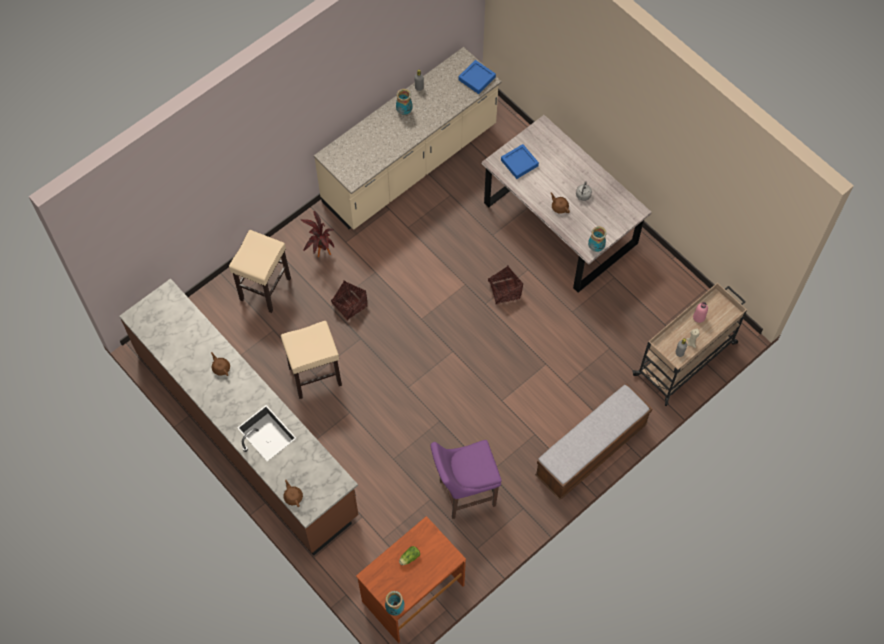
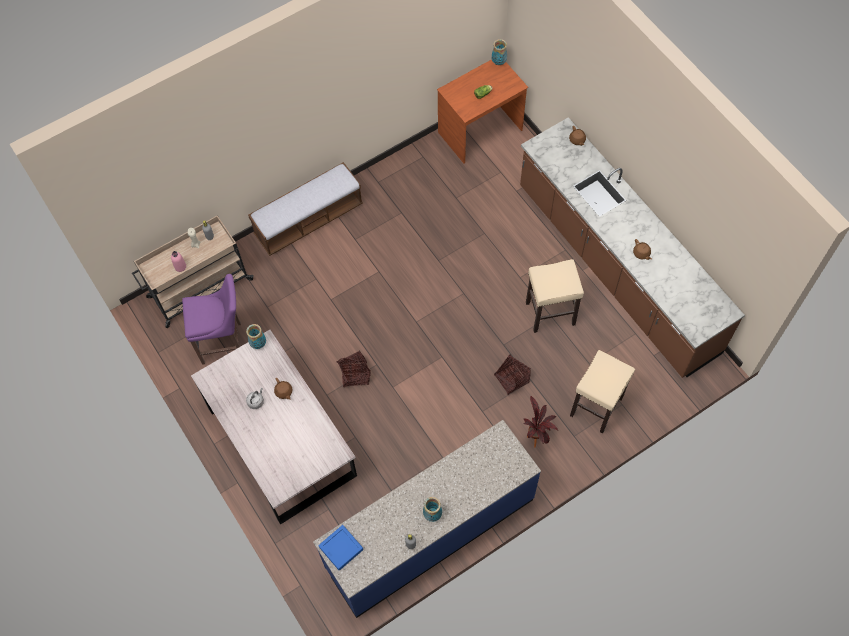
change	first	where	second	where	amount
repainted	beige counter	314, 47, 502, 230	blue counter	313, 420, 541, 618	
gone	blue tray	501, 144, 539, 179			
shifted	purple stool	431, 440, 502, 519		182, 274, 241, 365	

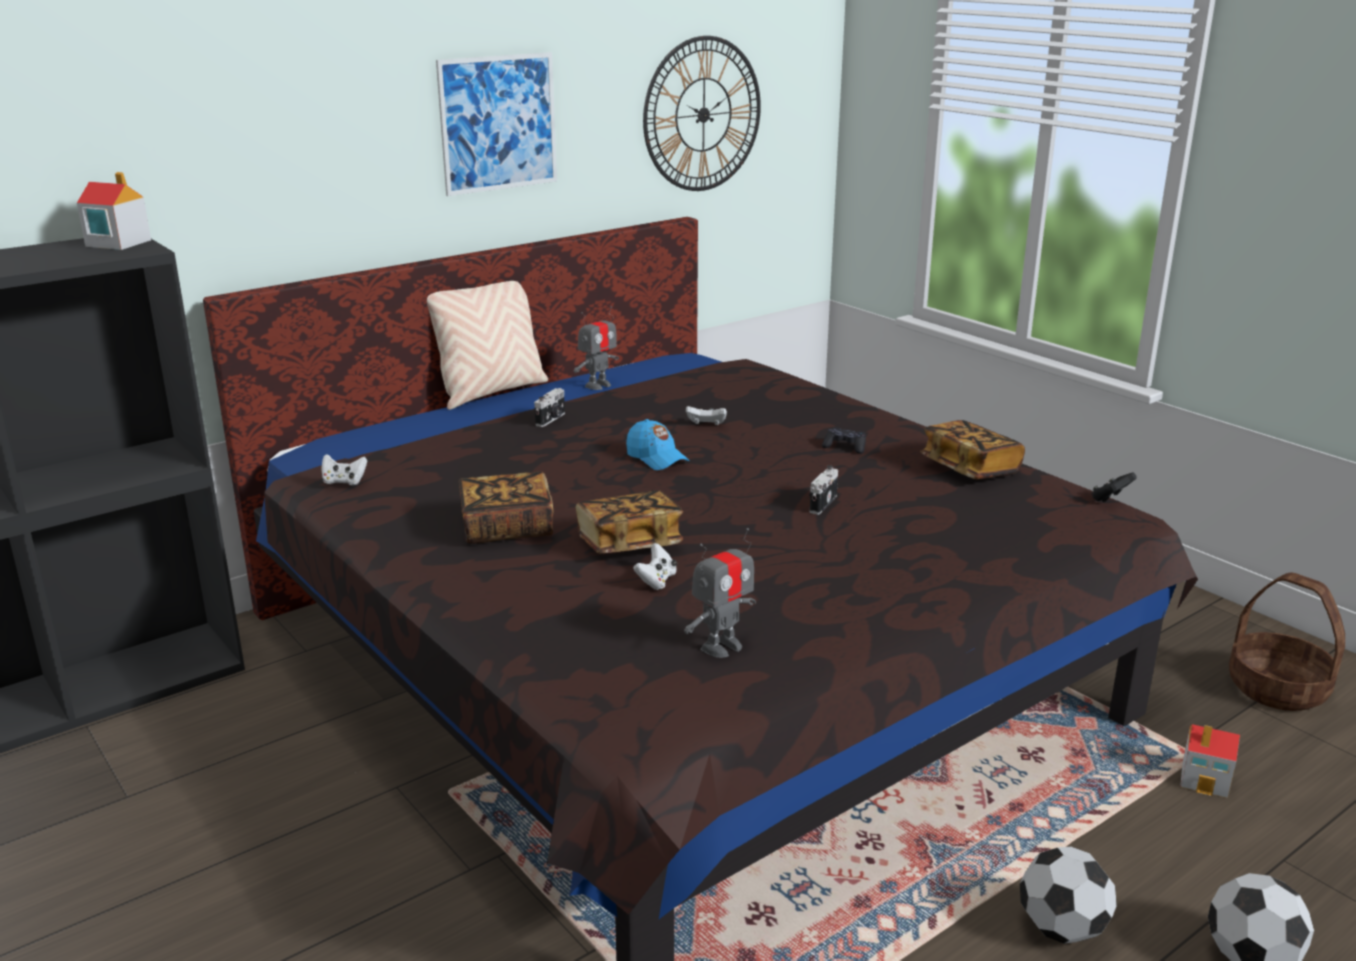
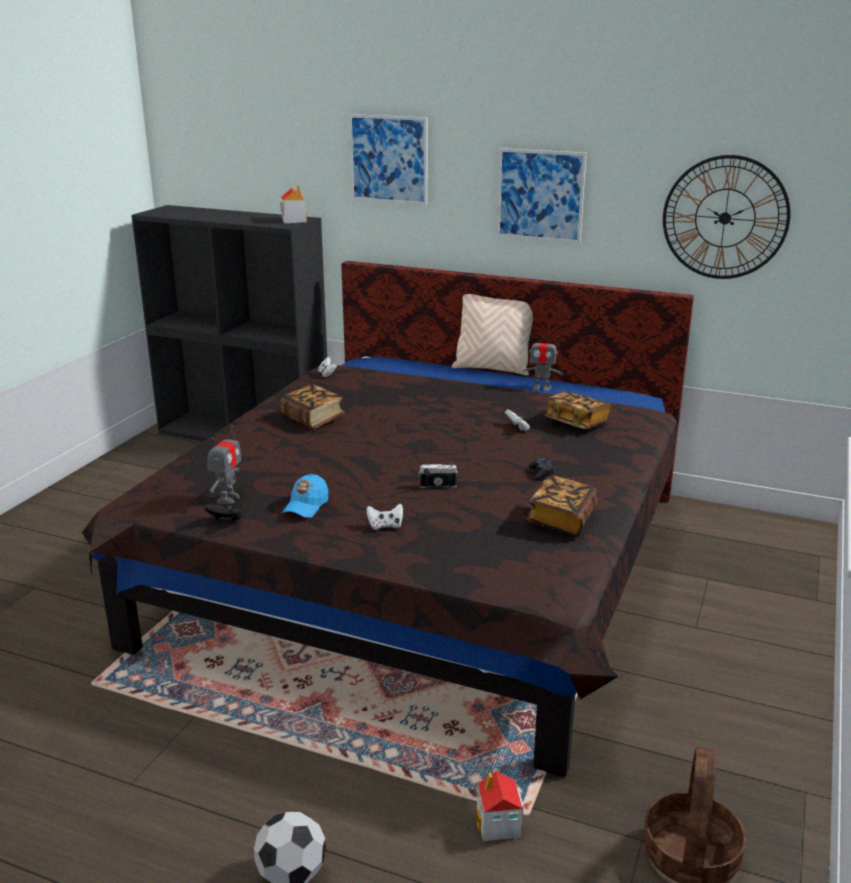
change	first	where	second	where	amount
gone	photo camera	534, 388, 565, 427			
shifted	blue cap	626, 419, 690, 470		282, 474, 328, 518	
shifted	black game controller	1092, 472, 1137, 502		204, 504, 242, 522	
shifted	book	576, 490, 683, 553		544, 391, 611, 430	
rotated	toy robot	684, 528, 756, 658		207, 426, 241, 504	90 degrees counterclockwise
shifted	white game controller	633, 543, 677, 590		366, 504, 403, 530	
gone	football	1020, 847, 1117, 944			
new			picture	349, 114, 427, 205	

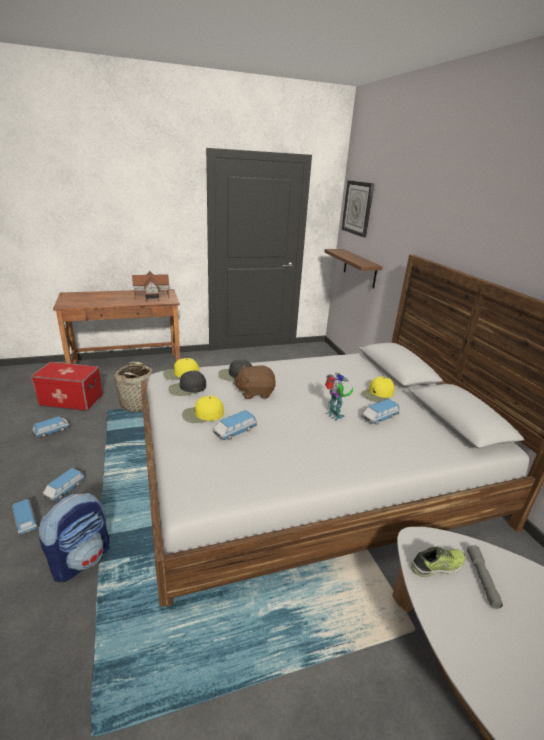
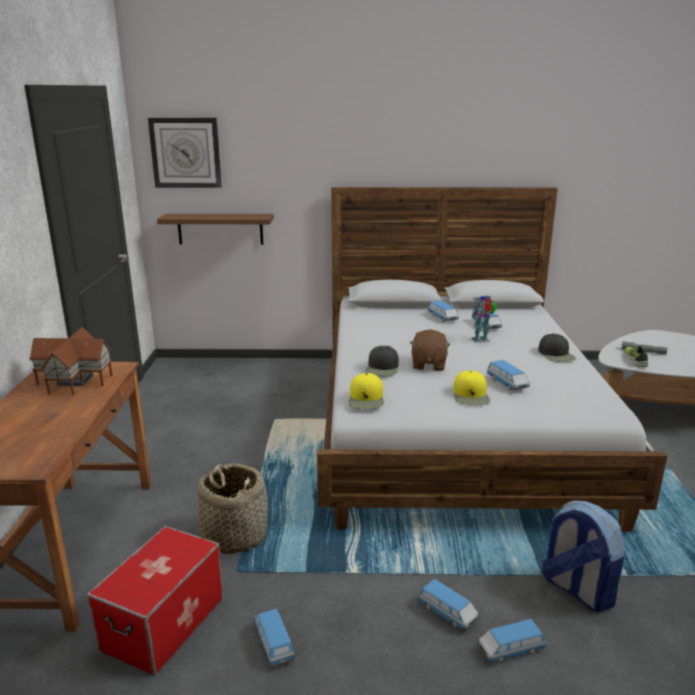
change	first	where	second	where	amount
shifted	black cap	168, 370, 206, 396		538, 333, 576, 362	
swapped	yellow cap	361, 377, 394, 402	toy car	428, 300, 459, 322	

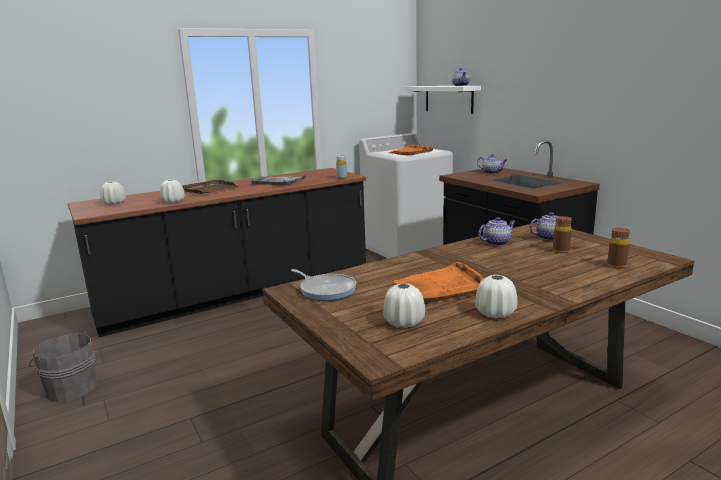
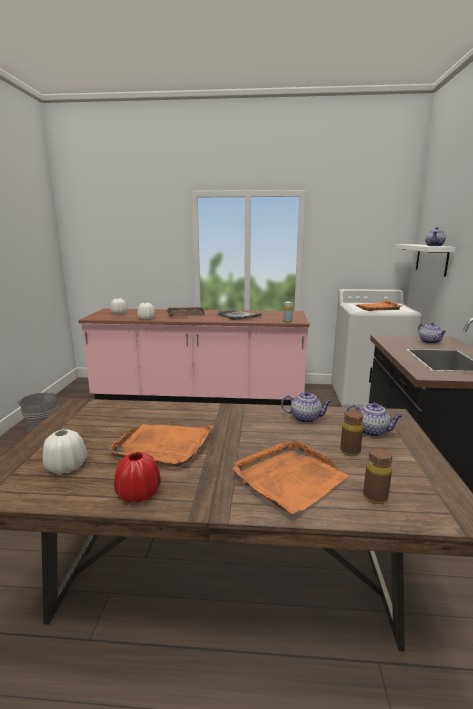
change	first	where	second	where	amount
repainted	black counter	68, 168, 366, 337	pink counter	78, 309, 309, 405	
gone	frying pan	291, 269, 356, 301			
repainted	white vase	475, 275, 518, 319	red vase	114, 452, 161, 503	
new			orange tray	233, 440, 349, 515	

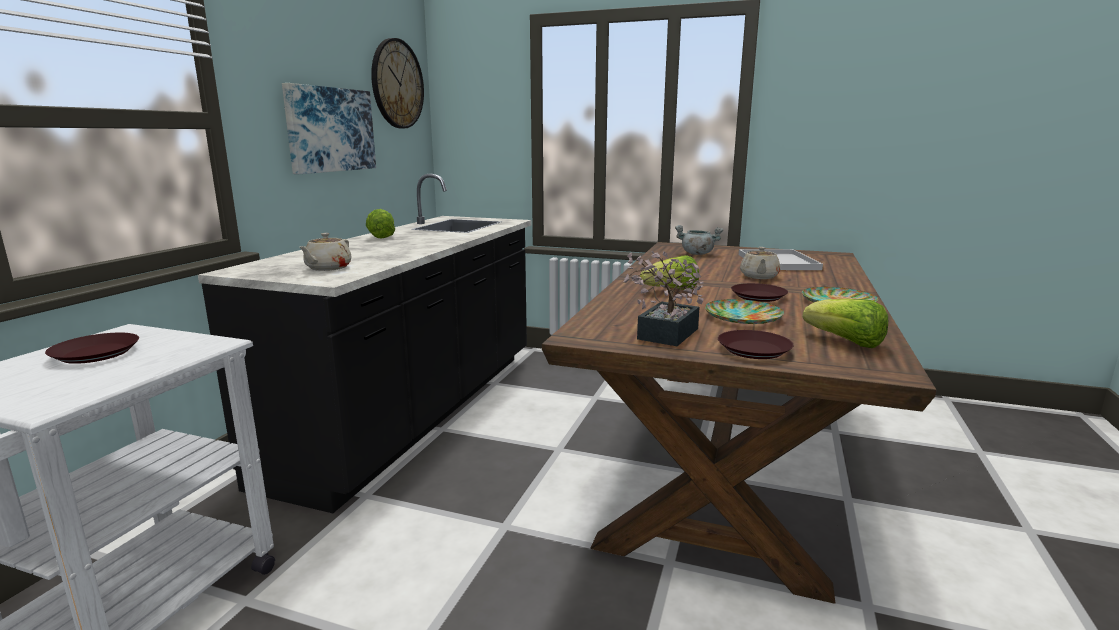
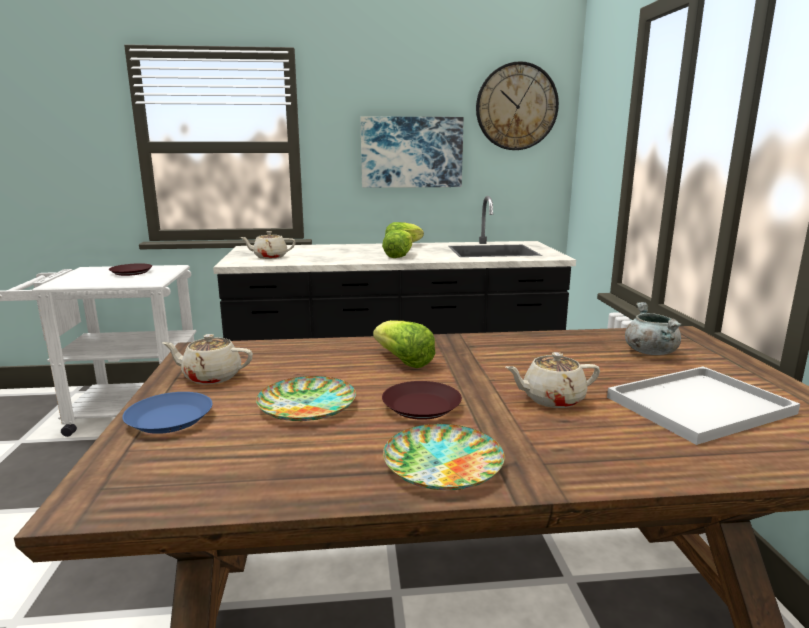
change	first	where	second	where	amount
swapped	potted plant	623, 251, 703, 346	beige teapot	163, 334, 253, 385	
shifted	lettuce	803, 299, 888, 348		382, 230, 413, 258	
repainted	brown plate	718, 330, 793, 359	blue plate	122, 392, 212, 434	

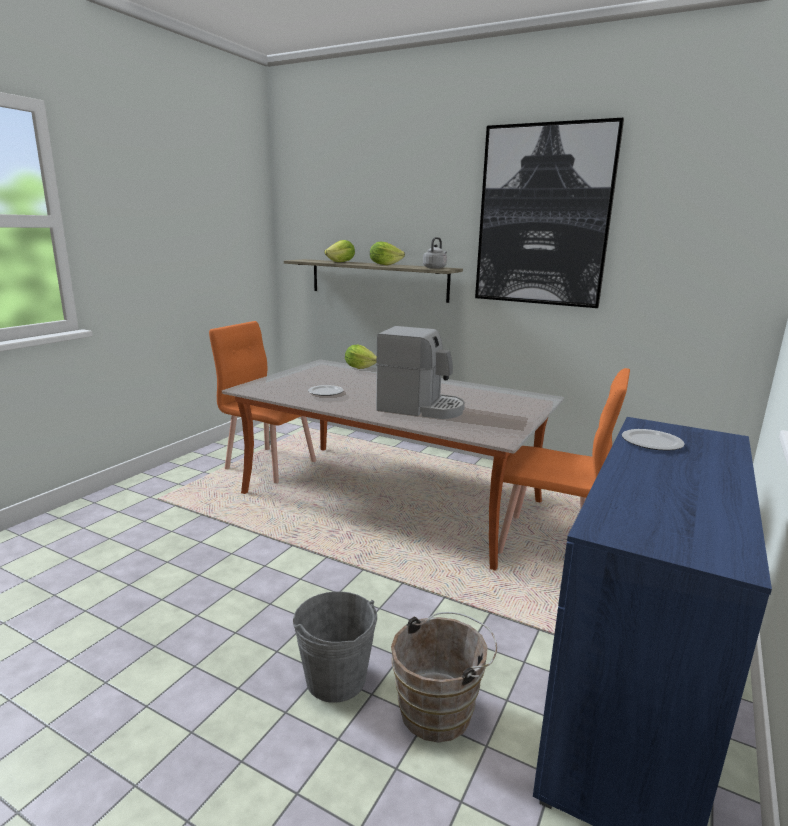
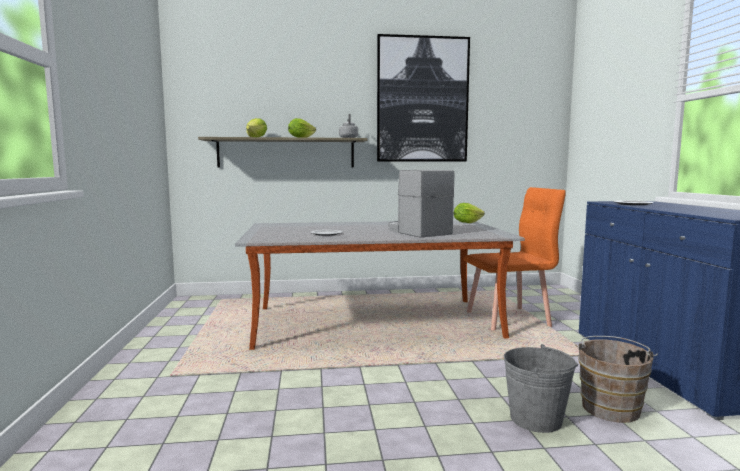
change	first	where	second	where	amount
gone	orange chair	209, 321, 316, 483			
rotated	coffee machine	376, 326, 465, 419		388, 170, 454, 237	105 degrees counterclockwise
shifted	lettuce	345, 345, 377, 369		454, 203, 485, 223	

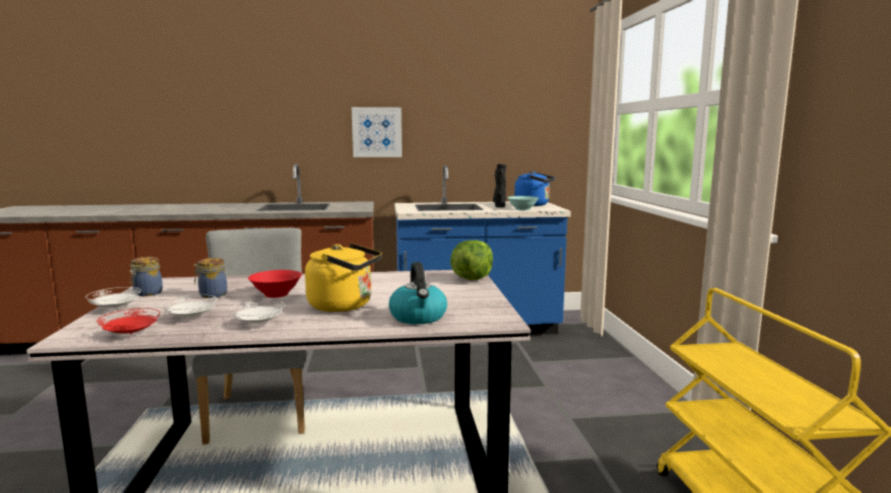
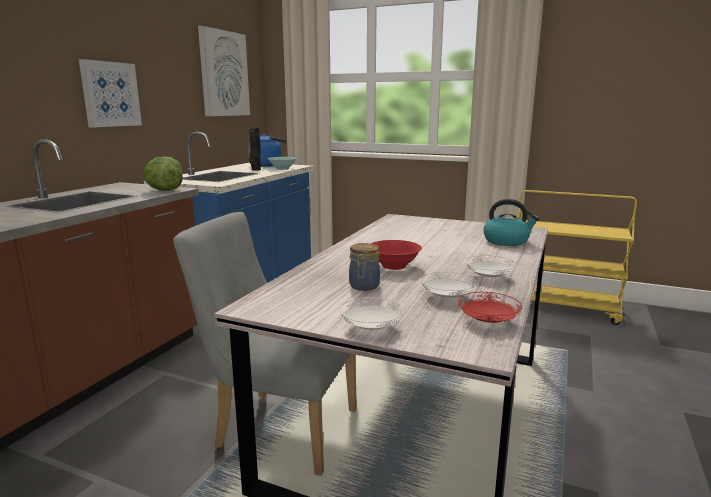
change	first	where	second	where	amount
shifted	lettuce	450, 240, 493, 280		143, 156, 183, 191	
gone	yellow kettle	305, 243, 382, 312			
gone	jar	129, 257, 163, 296			
new			picture	198, 26, 250, 116	

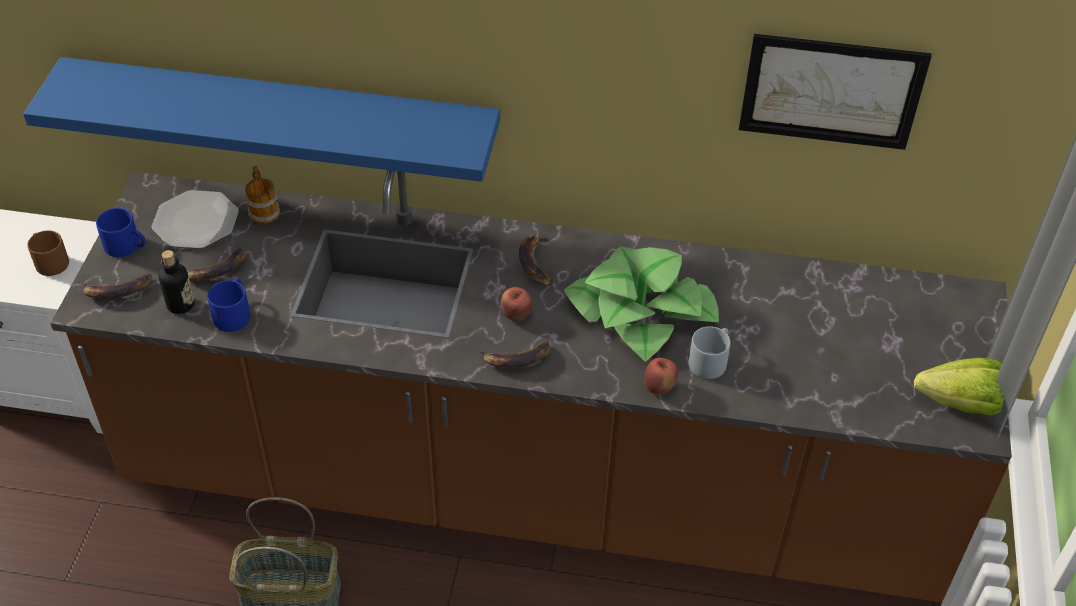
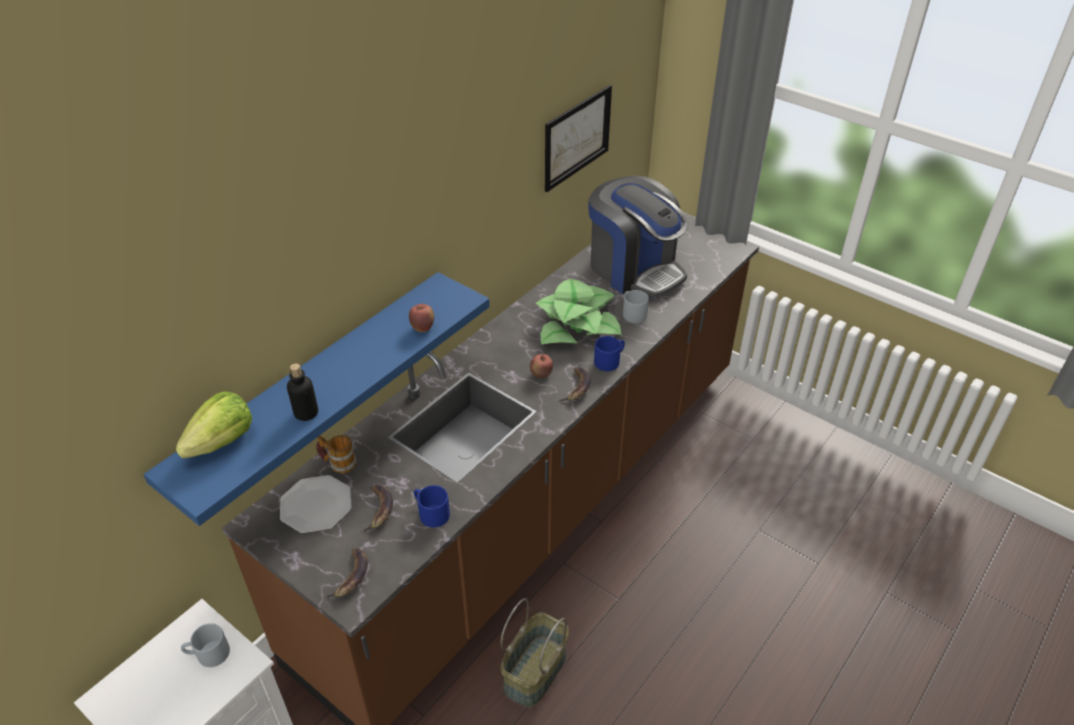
change	first	where	second	where	amount
shifted	blue mug	96, 208, 146, 257		594, 336, 625, 371	
repainted	brown mug	27, 230, 69, 276	grey mug	181, 623, 230, 667	
gone	banana	519, 235, 553, 286			
shifted	bottle	158, 250, 194, 314		287, 363, 318, 421	
shifted	apple	644, 358, 678, 394		409, 304, 434, 332	
shifted	lettuce	914, 358, 1003, 415		176, 391, 252, 458	
new			coffee machine	589, 176, 689, 298	

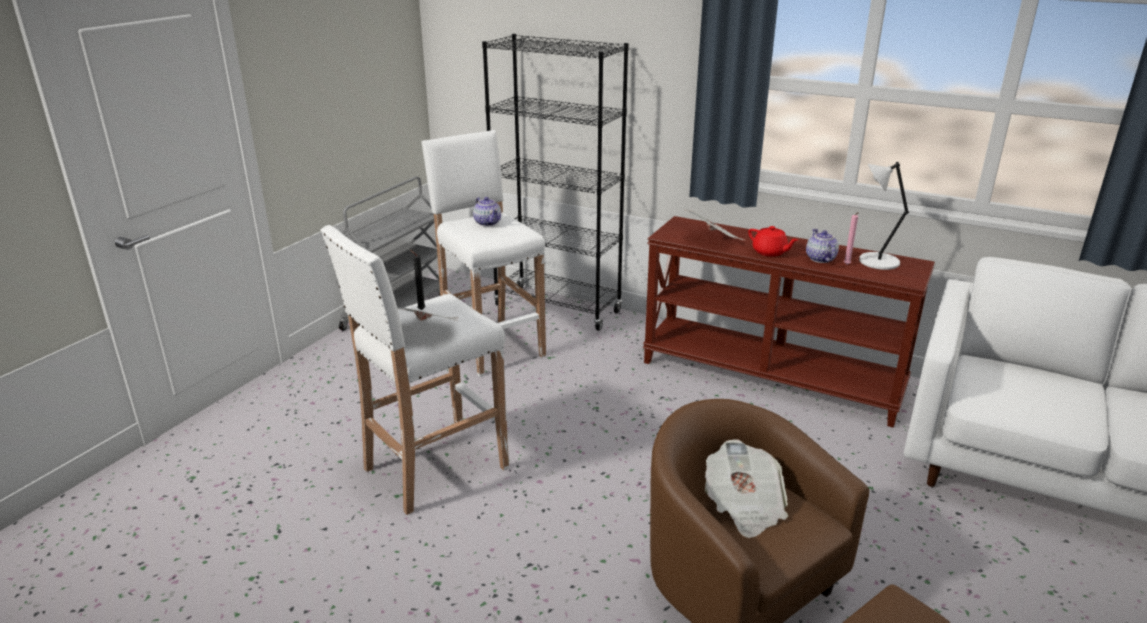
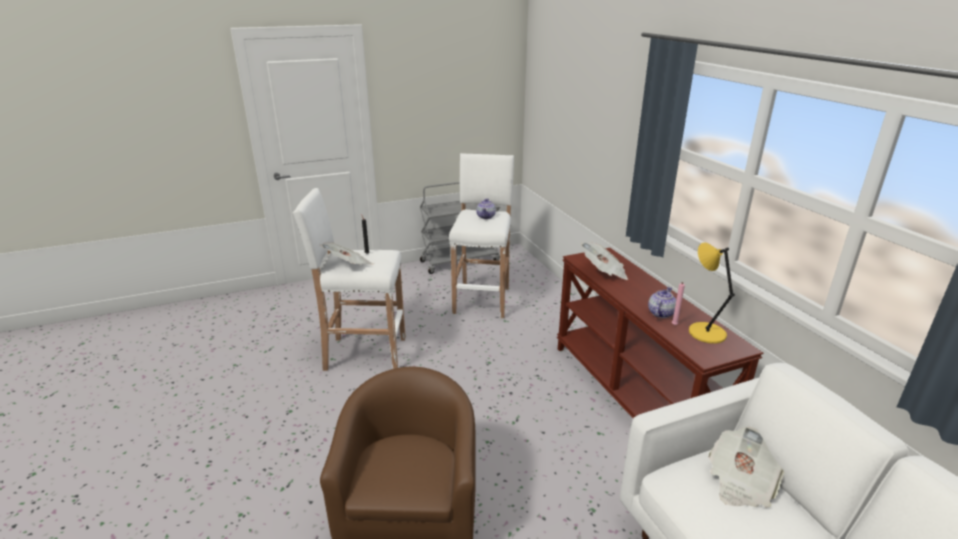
change	first	where	second	where	amount
gone	black bookcase	482, 34, 629, 331			
repainted	white table lamp	859, 162, 909, 270	yellow table lamp	689, 242, 735, 344	
gone	red teapot	748, 226, 798, 257			
shifted	newspaper	705, 439, 788, 538		709, 427, 785, 508	

